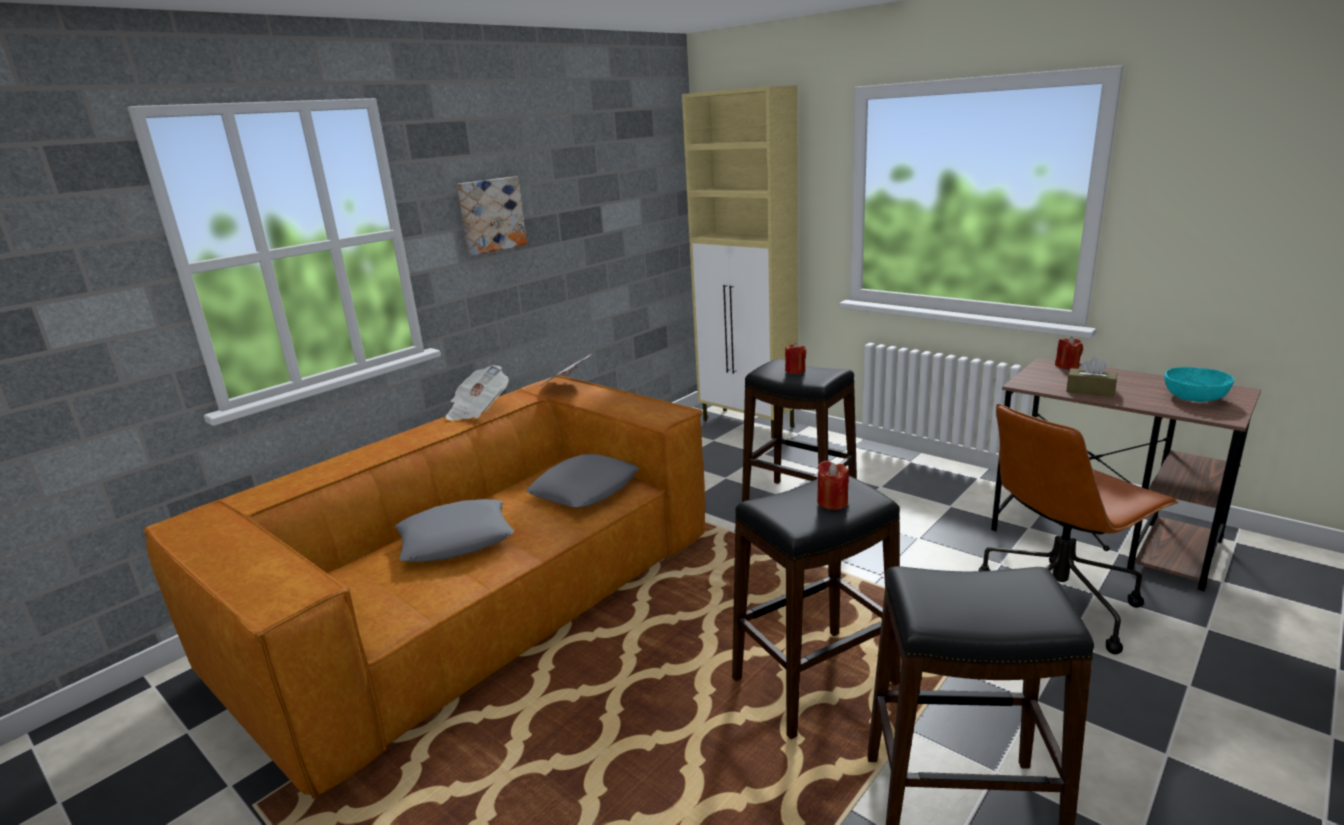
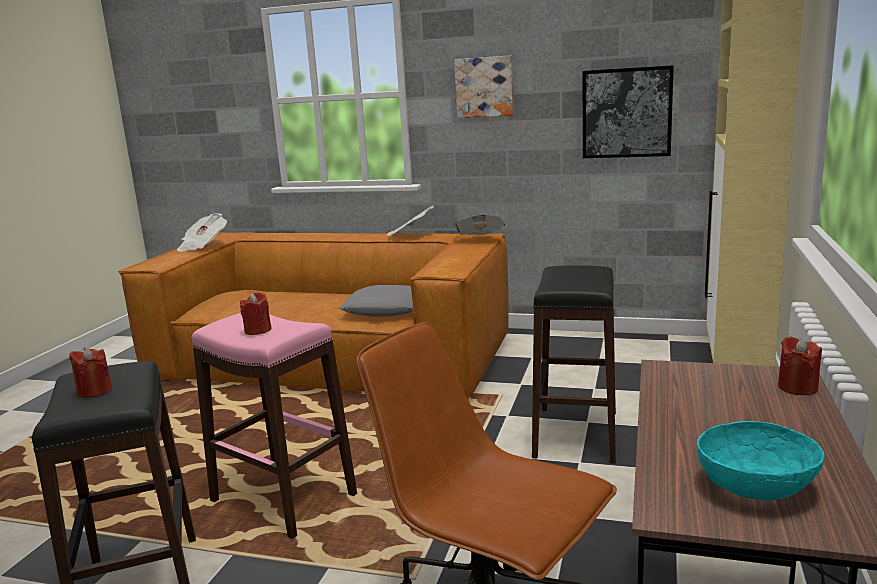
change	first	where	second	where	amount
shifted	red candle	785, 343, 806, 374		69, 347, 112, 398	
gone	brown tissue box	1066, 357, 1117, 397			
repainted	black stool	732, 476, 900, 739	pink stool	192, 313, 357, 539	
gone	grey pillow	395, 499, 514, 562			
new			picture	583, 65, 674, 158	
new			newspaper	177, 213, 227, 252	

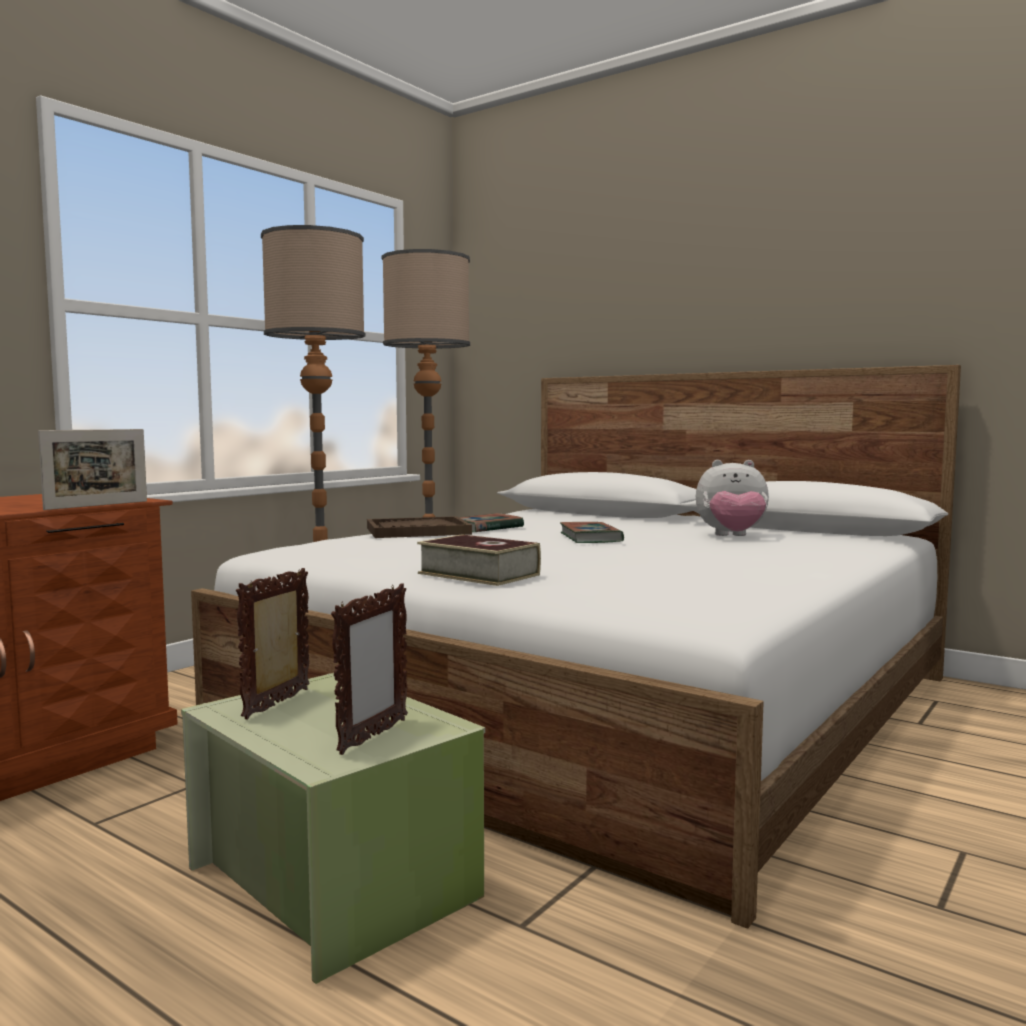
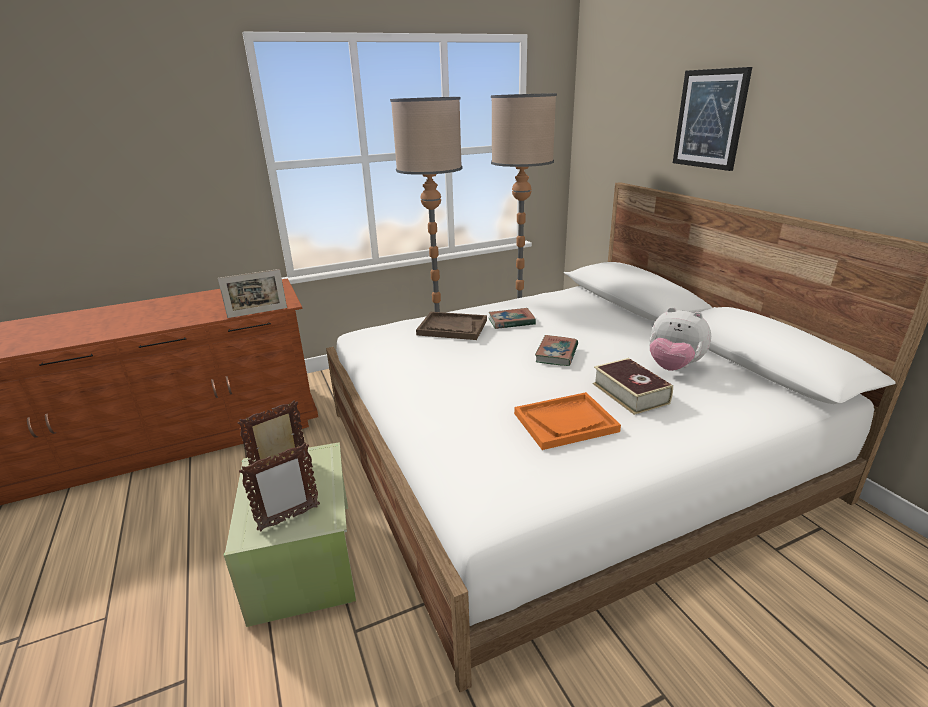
change	first	where	second	where	amount
shifted	book	417, 535, 541, 586		593, 358, 673, 415	
new			picture	673, 67, 752, 171	
new			orange tray	514, 392, 621, 450	

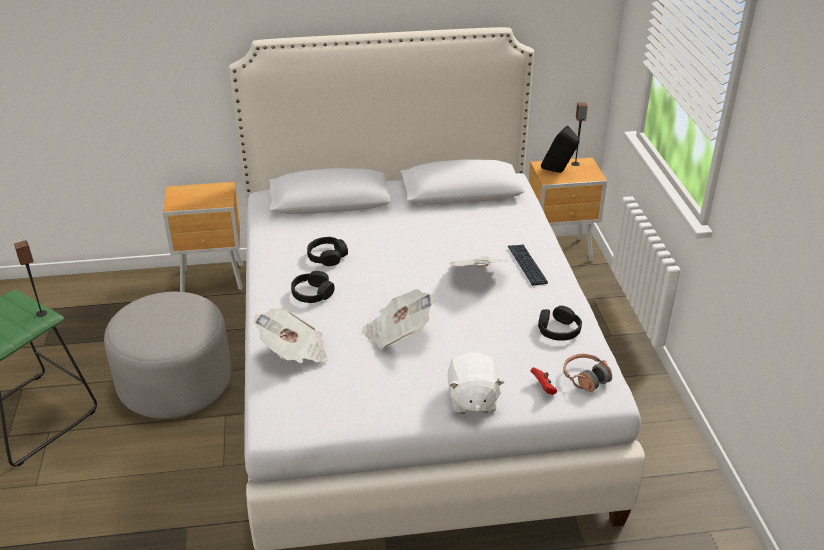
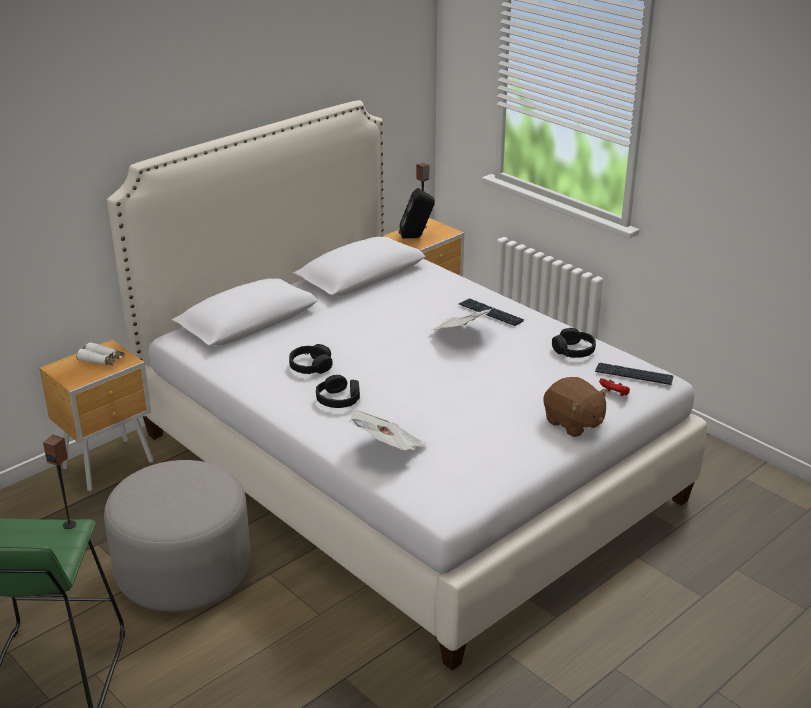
change	first	where	second	where	amount
gone	newspaper	362, 289, 435, 349			
repainted	white plush toy	448, 352, 504, 414	brown plush toy	543, 377, 608, 437	
swapped	headphones	563, 354, 612, 392	keyboard	595, 363, 673, 385	
new			white binoculars	76, 342, 124, 365	

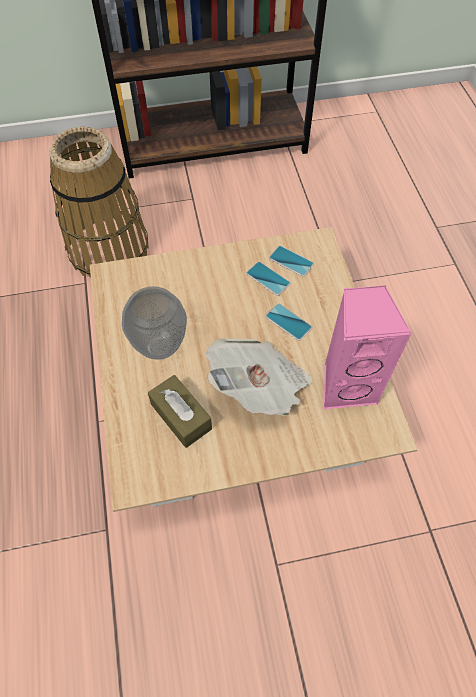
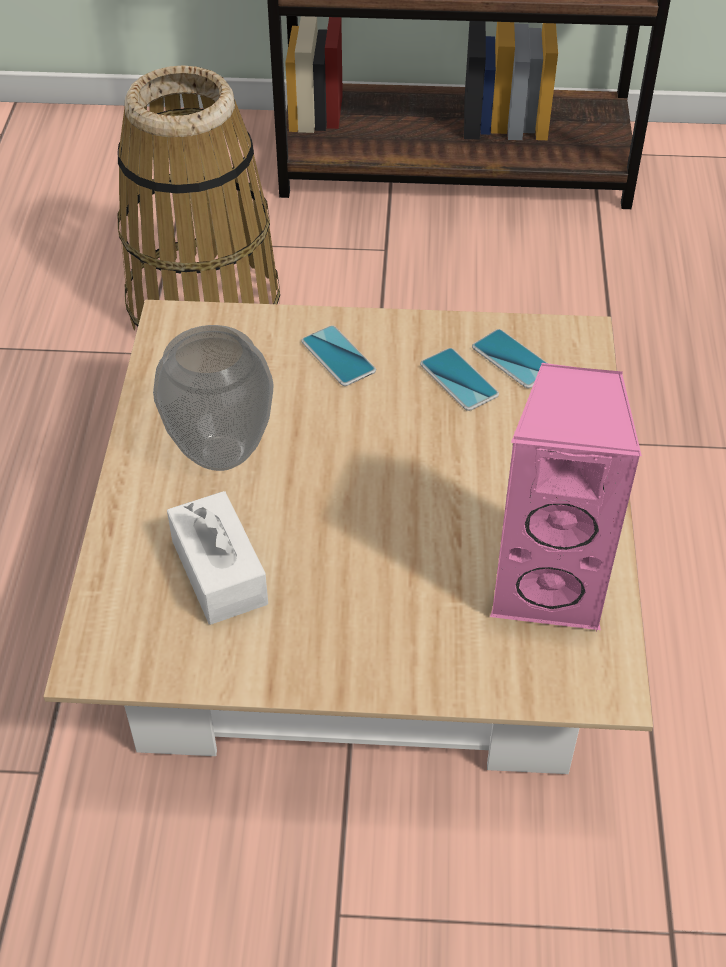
change	first	where	second	where	amount
shifted	phone	265, 303, 312, 341		301, 326, 376, 386	
gone	newspaper	206, 338, 312, 416			
repainted	brown tissue box	148, 375, 212, 448	white tissue box	167, 491, 268, 625	

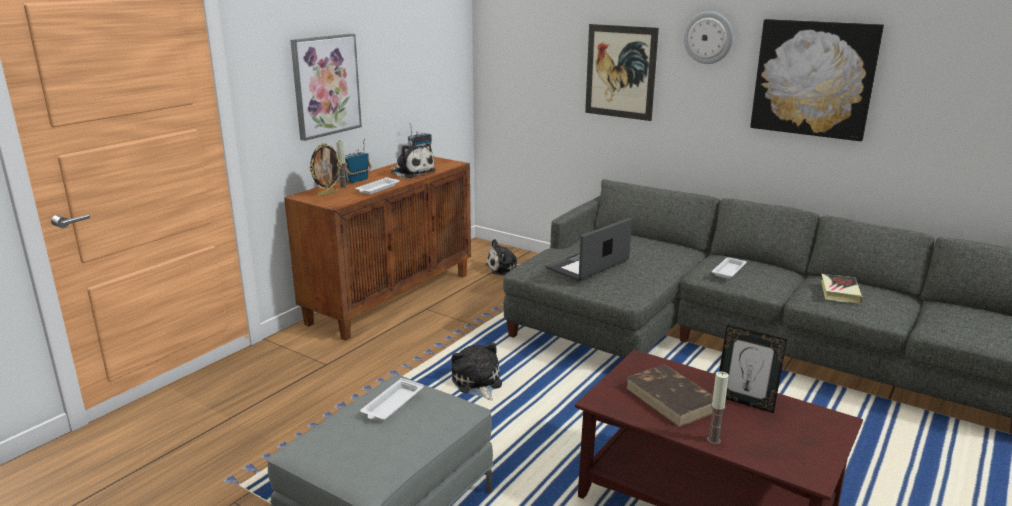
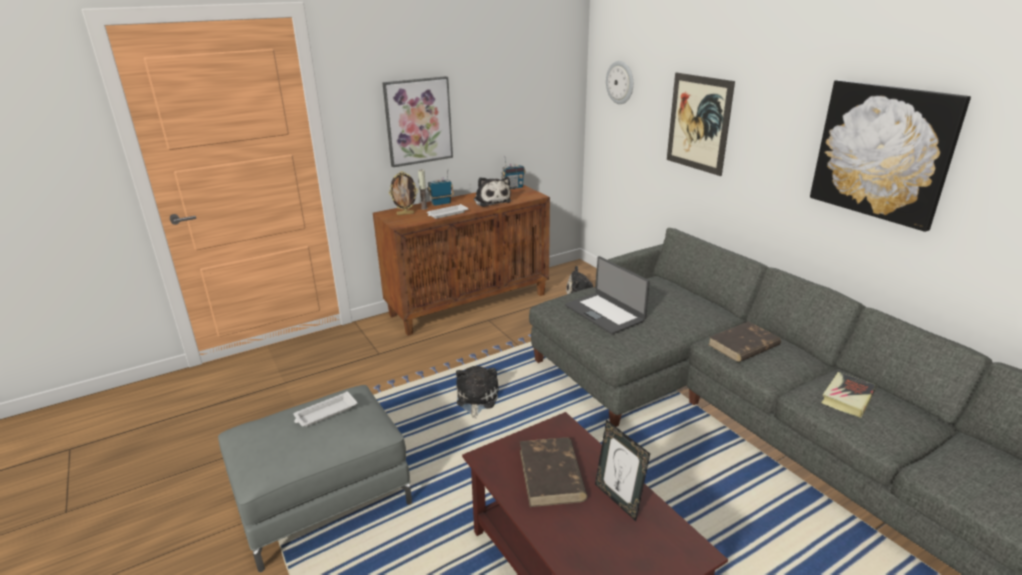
change	first	where	second	where	amount
shifted	wall clock	684, 11, 733, 64		606, 61, 633, 104	
rotated	laptop	546, 218, 632, 281		565, 256, 650, 335	105 degrees counterclockwise
swapped	white tray	711, 257, 747, 279	brown book	708, 321, 781, 362	
gone	candle	707, 372, 729, 445			

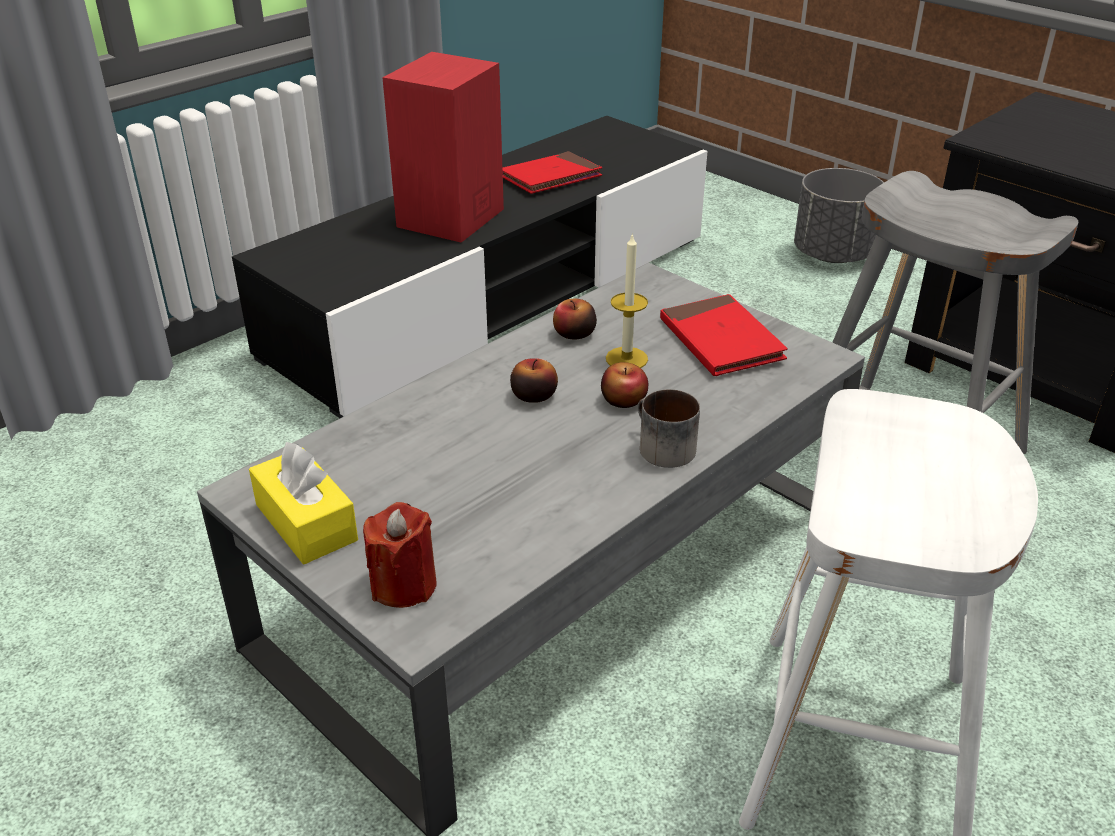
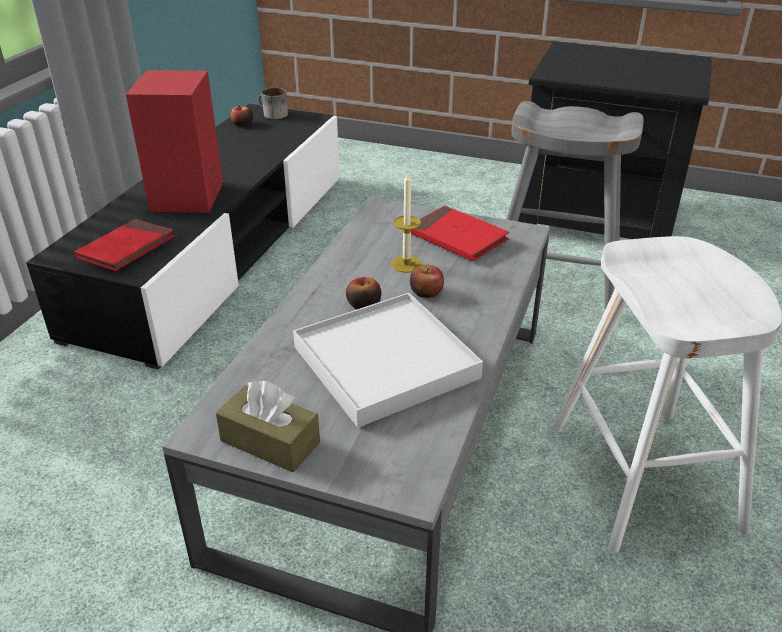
change	first	where	second	where	amount
shifted	red book	502, 151, 602, 194		74, 219, 174, 271	
gone	grey planter	794, 168, 884, 263			
shifted	apple	553, 299, 597, 340		230, 106, 253, 126	
shifted	mug	638, 389, 700, 468		258, 88, 288, 119	
repainted	yellow tissue box	249, 442, 358, 564	brown tissue box	216, 381, 320, 472	
gone	red candle	363, 502, 436, 608			
new			white tray	293, 293, 483, 428	

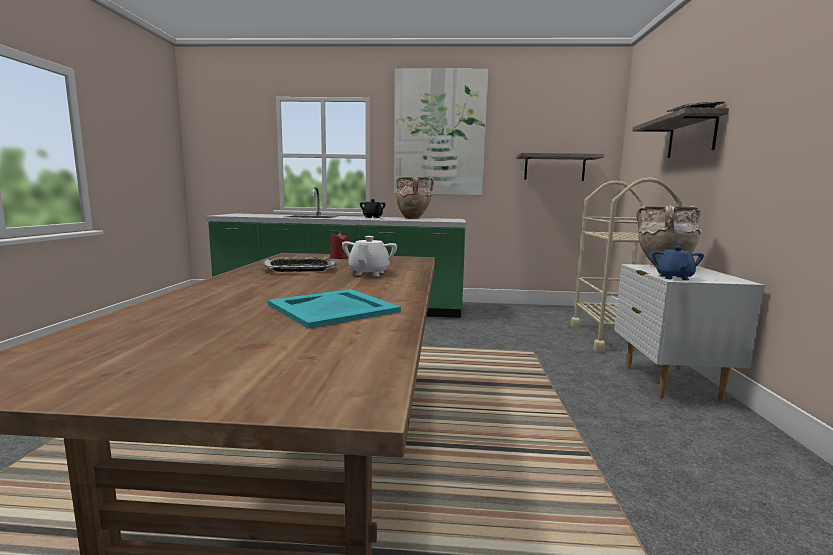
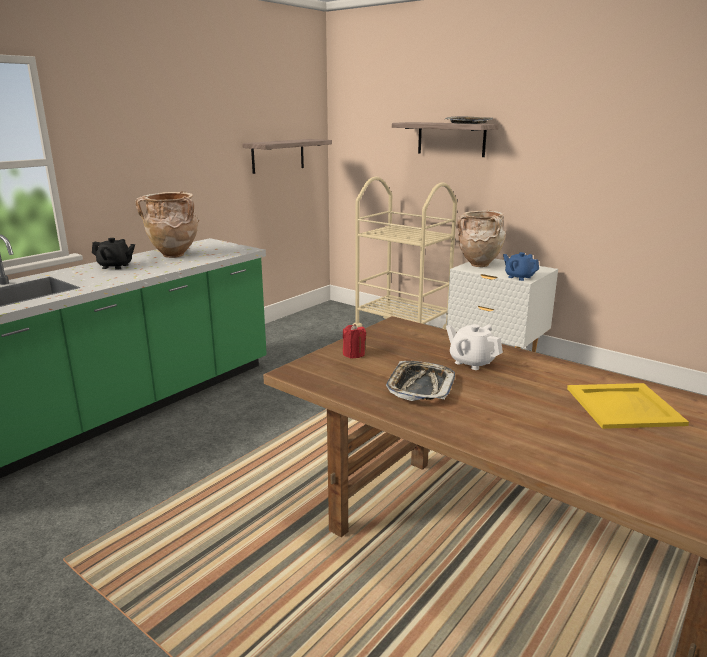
change	first	where	second	where	amount
gone	picture	394, 68, 489, 195			
repainted	turquoise tray	268, 289, 401, 329	yellow tray	567, 383, 689, 429	

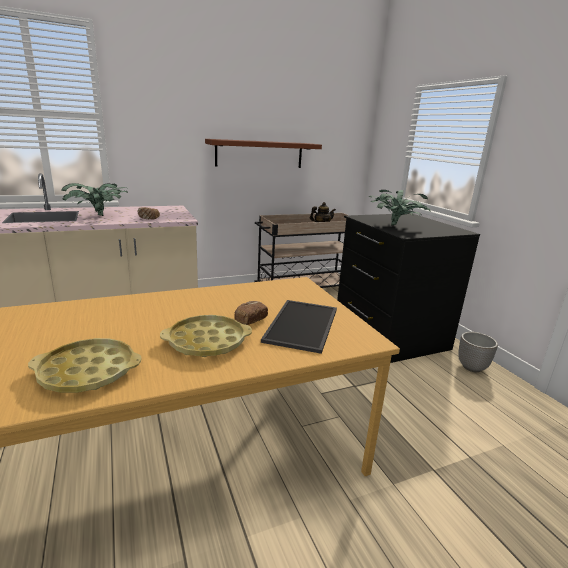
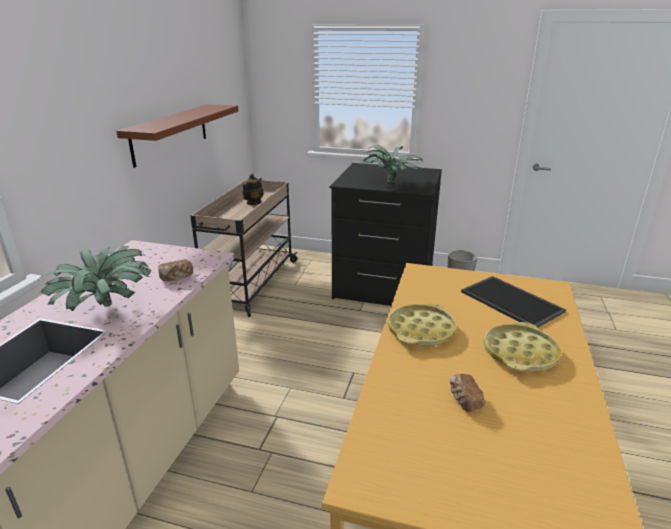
change	first	where	second	where	amount
shifted	bread	234, 301, 268, 325		450, 374, 485, 412	
shifted	yellow tray	28, 338, 142, 393		387, 303, 456, 346	

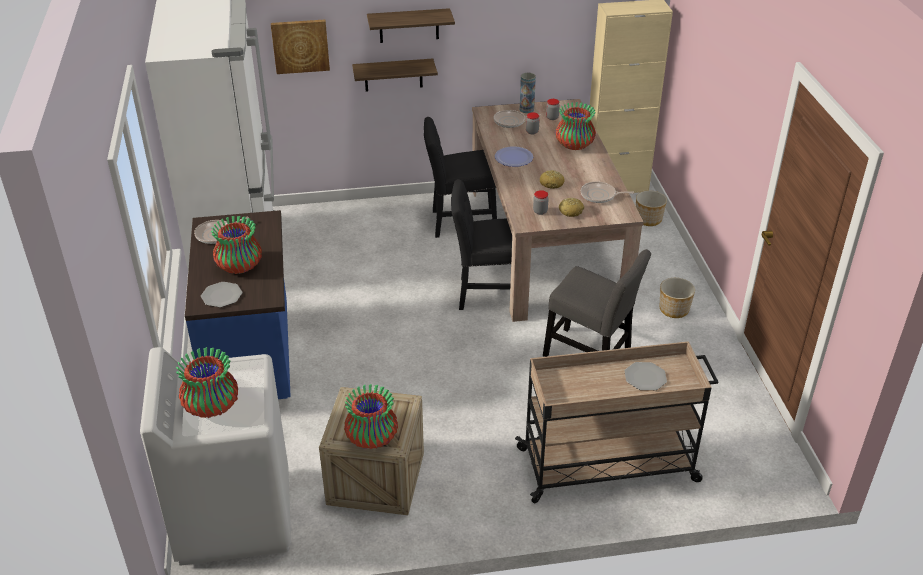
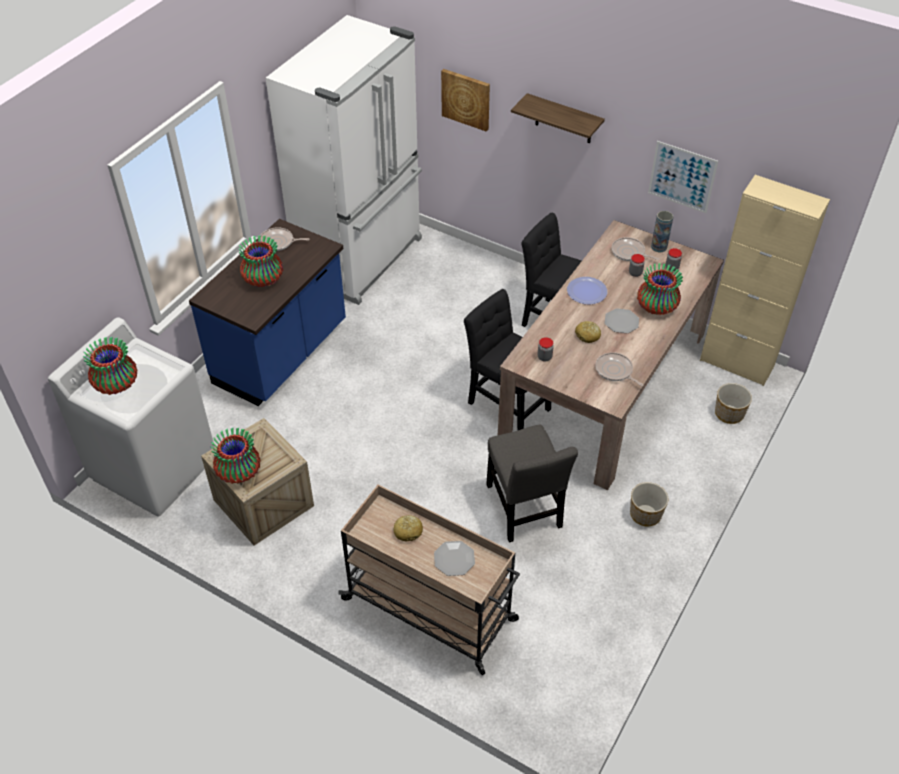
change	first	where	second	where	amount
gone	shelf	352, 58, 438, 92			
shifted	bread	559, 198, 584, 217		393, 515, 423, 542	
shifted	plate	201, 282, 242, 307		605, 308, 639, 333	
new			picture	648, 141, 718, 213	

